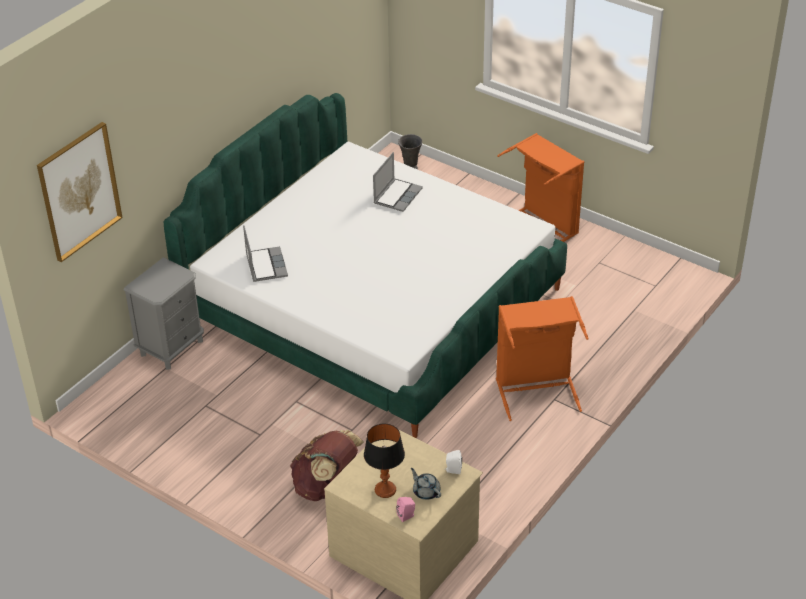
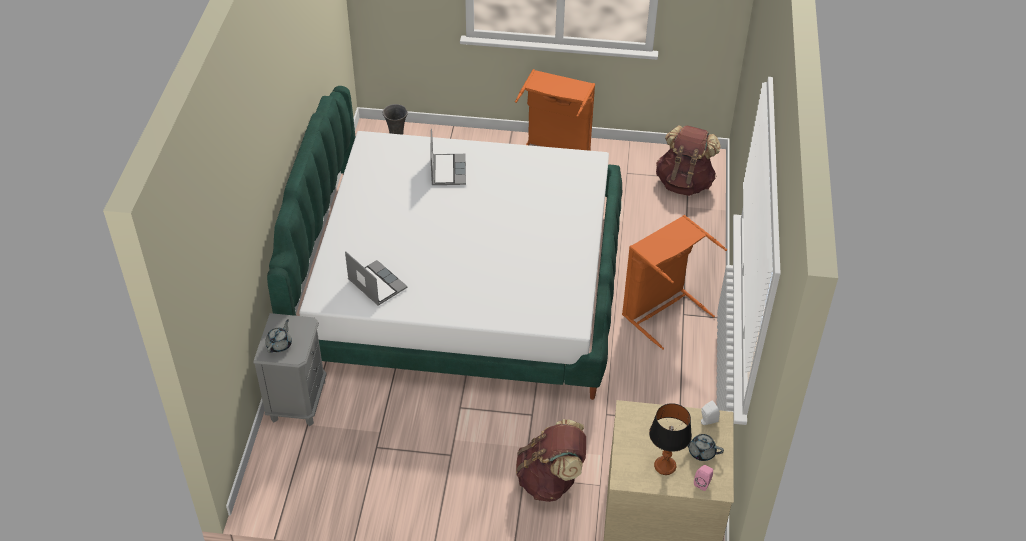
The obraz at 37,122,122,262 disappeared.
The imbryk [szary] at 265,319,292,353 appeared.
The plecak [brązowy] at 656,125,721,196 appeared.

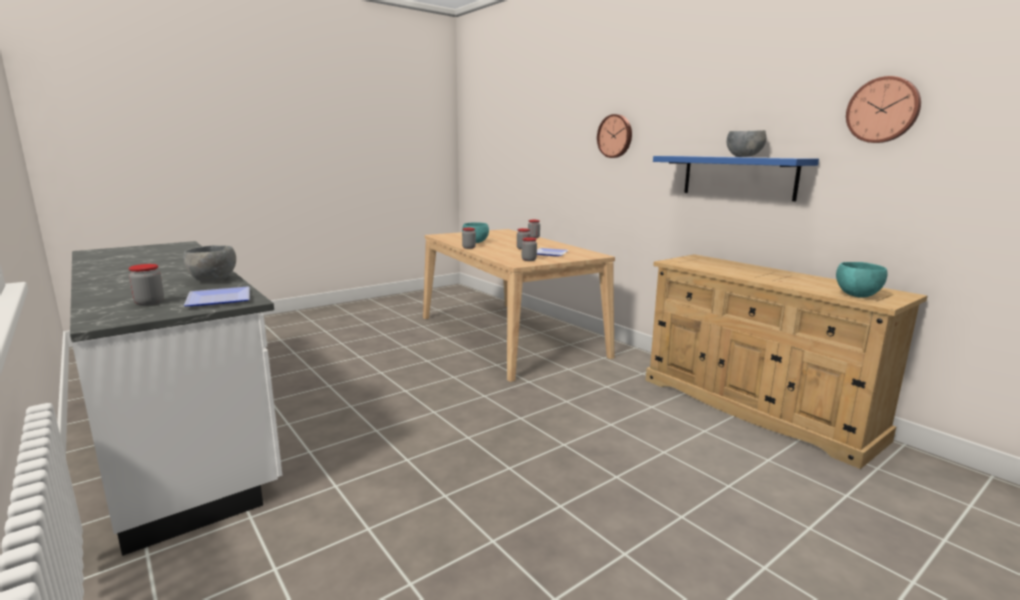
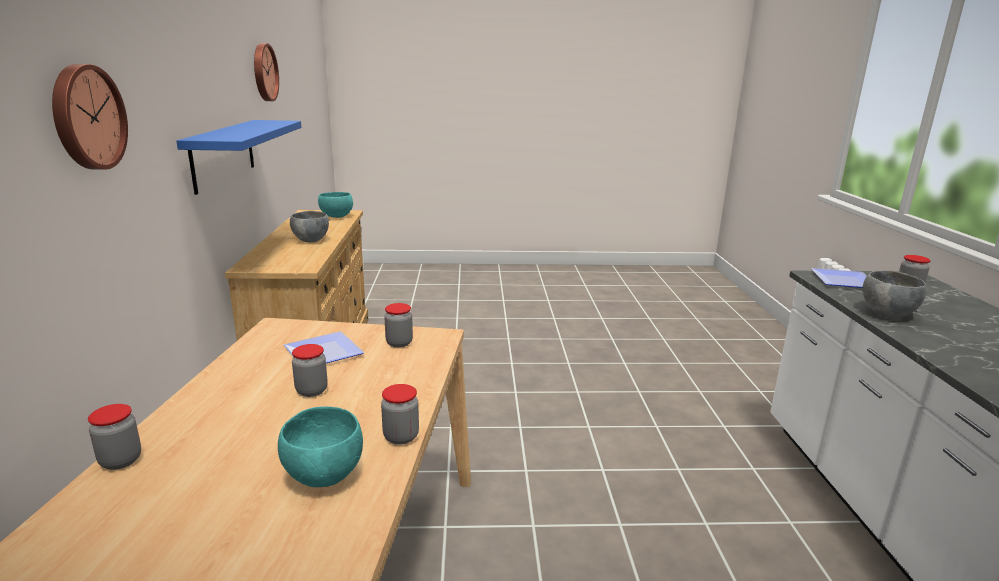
The miska [szary] moved from 727,130,766,157 to 290,211,329,243.

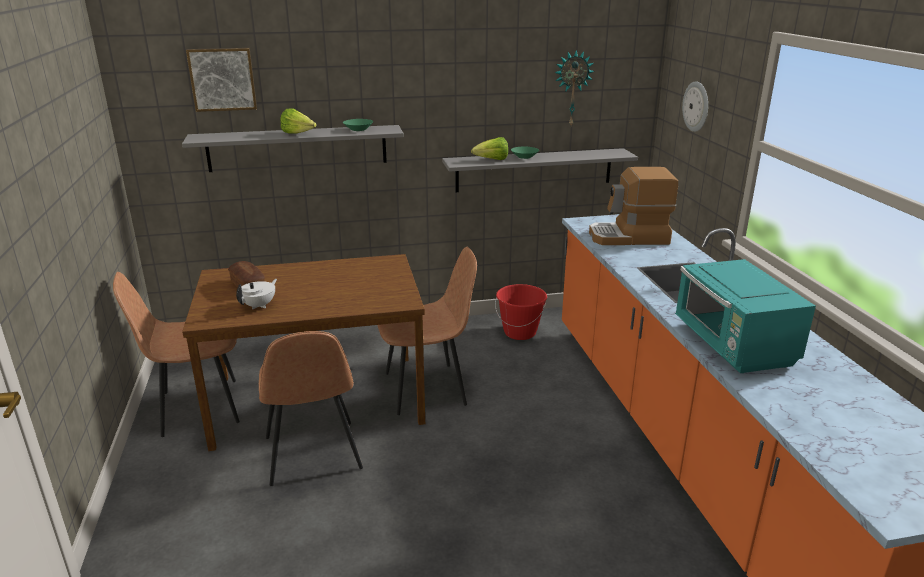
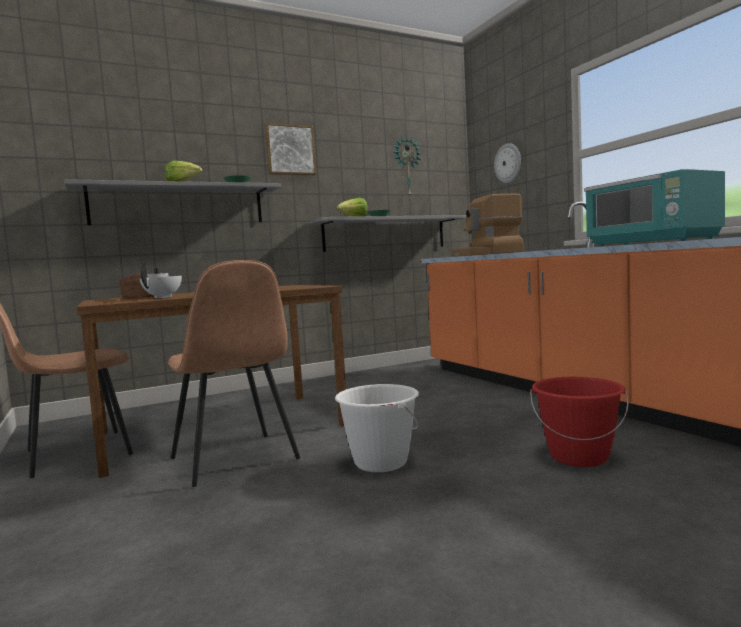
The krzesło [brązowy] at 378,247,477,415 disappeared.
The wiadro [biały] at 335,384,419,472 appeared.
The obraz moved from 186,48,257,112 to 265,123,316,175.
The wiadro [czerwony] moved from 495,284,547,340 to 530,377,628,467.

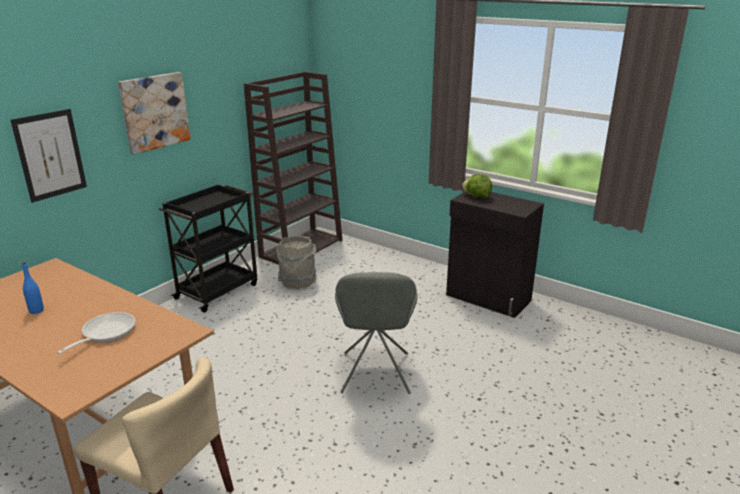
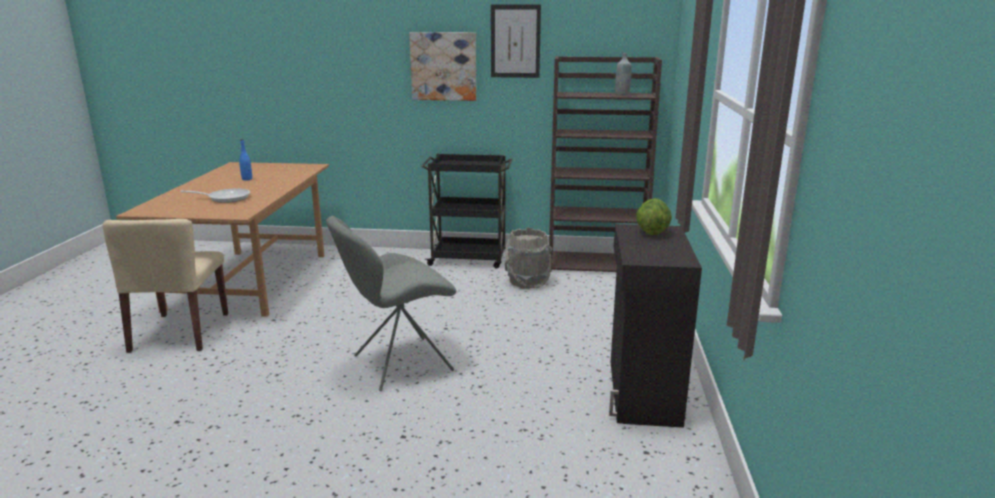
The butelka [szary] at 615,53,632,96 appeared.
The obraz moved from 11,109,87,203 to 491,4,541,78.

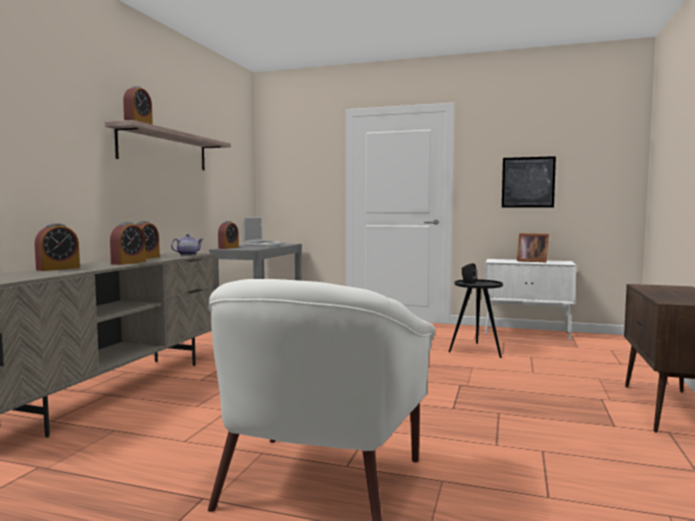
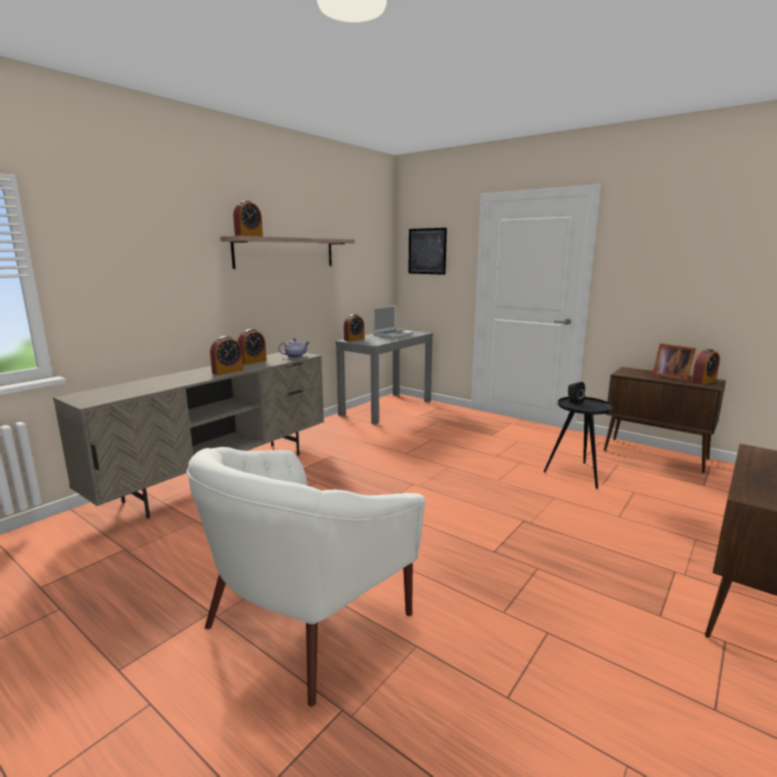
The budzik moved from 35,223,80,271 to 691,349,720,385.
The obraz moved from 502,156,556,208 to 408,228,447,275.
The szafka [biały] at 484,259,576,340 became the szafka [brązowy] at 604,367,726,473.

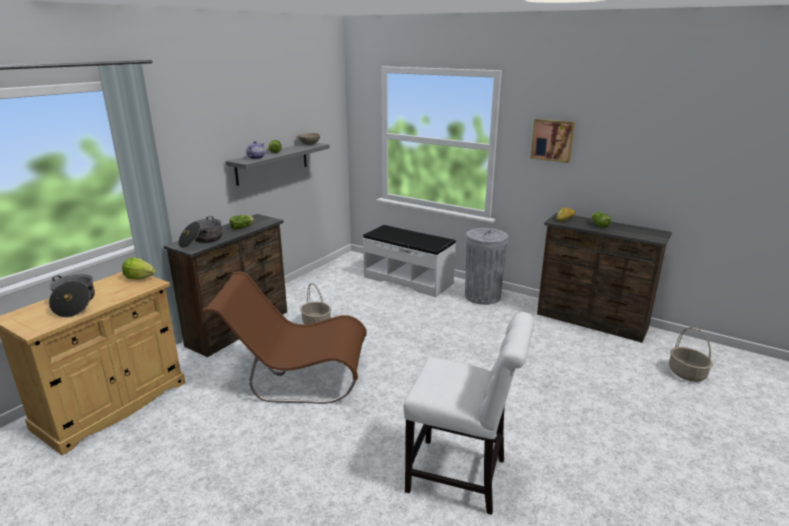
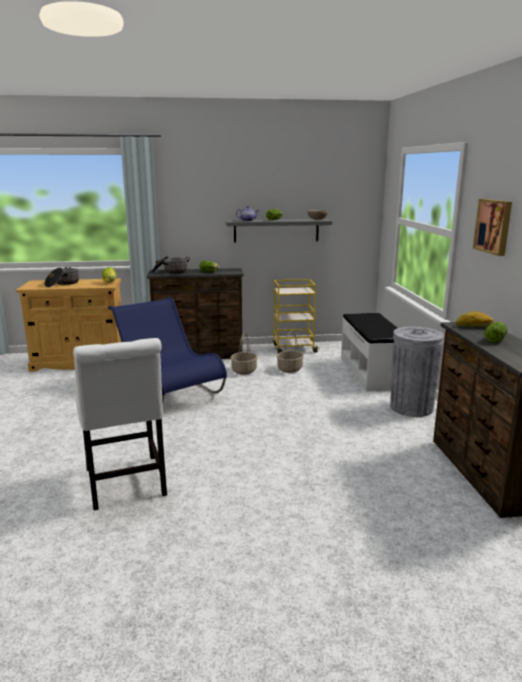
The wózek [żółty] at 273,279,320,353 appeared.
The koszyk moved from 669,327,713,382 to 277,331,304,373.
The krzesło [brązowy] at 203,272,367,404 became the krzesło [niebieski] at 108,297,227,405.

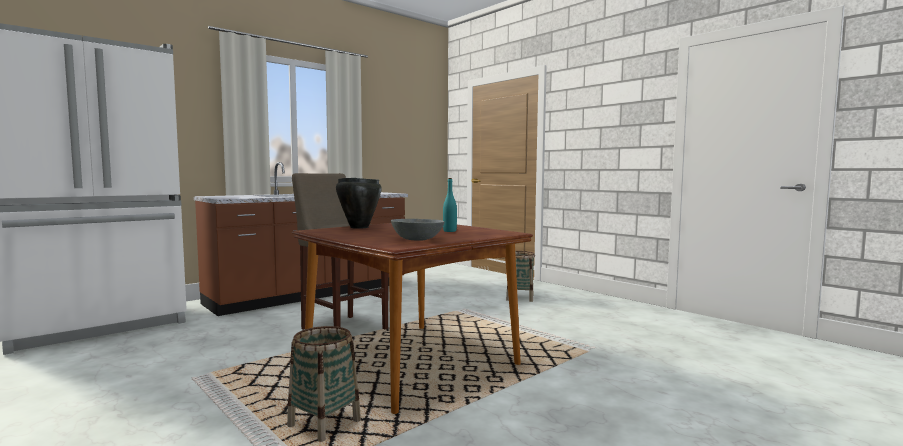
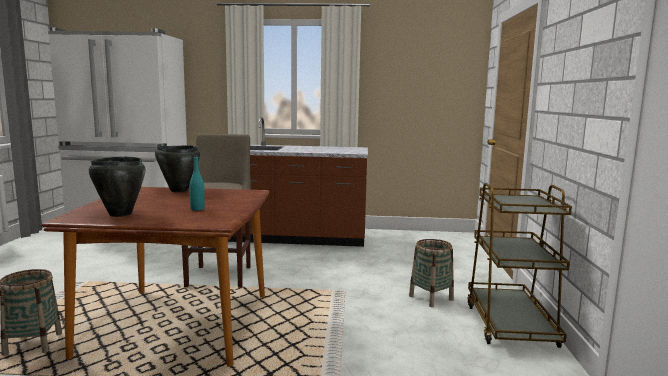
The wózek [brązowy] at 467,183,572,348 appeared.
The miska [szary] at 391,219,444,241 was replaced by the garnek [czarny] at 89,156,145,217.

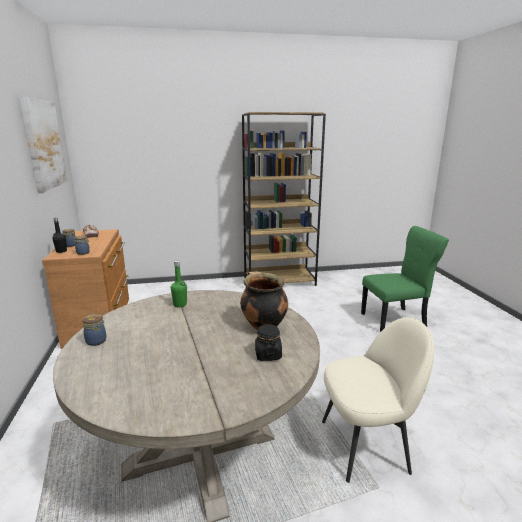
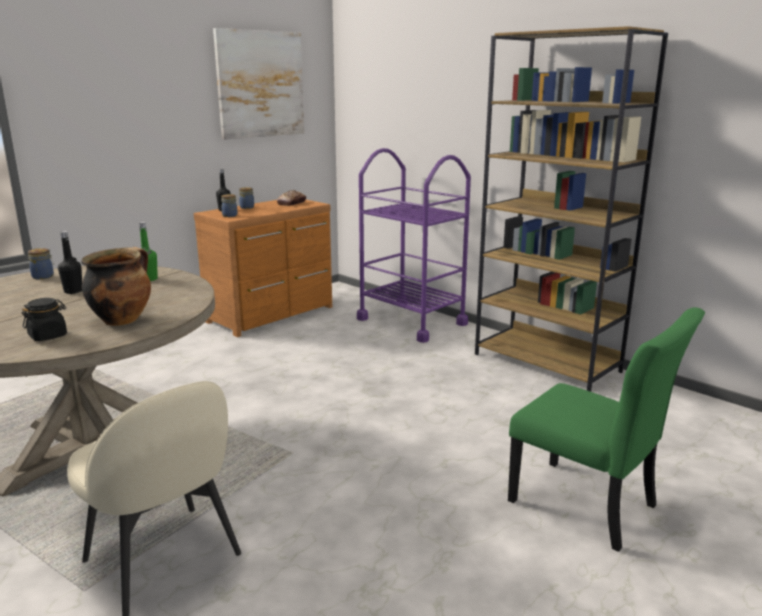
The butelka [czarny] at 58,231,82,294 appeared.
The wózek [fioletowy] at 357,148,471,343 appeared.

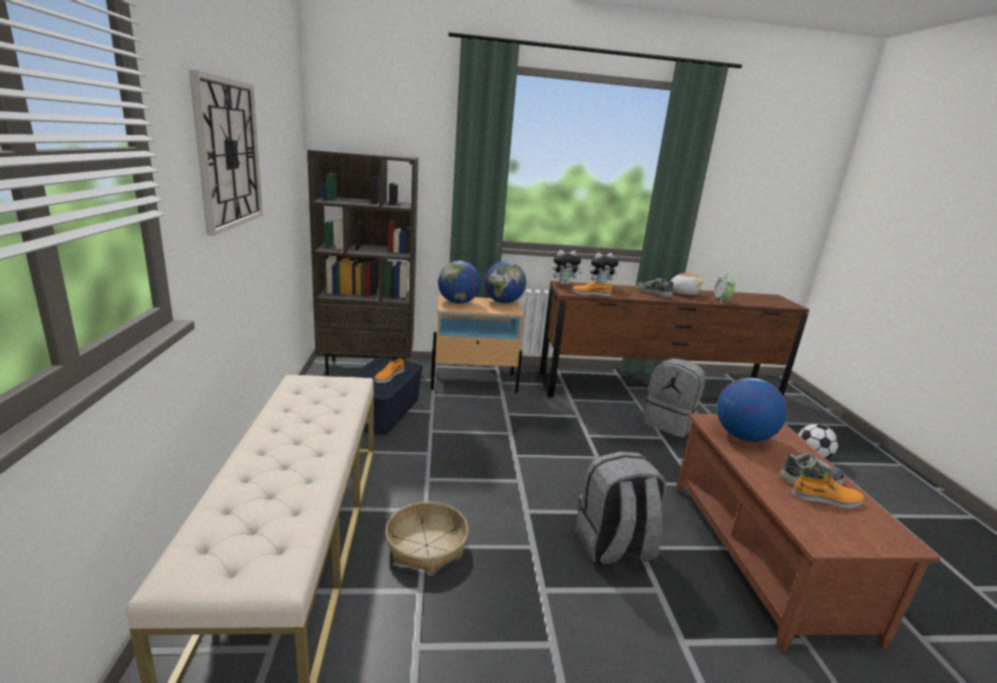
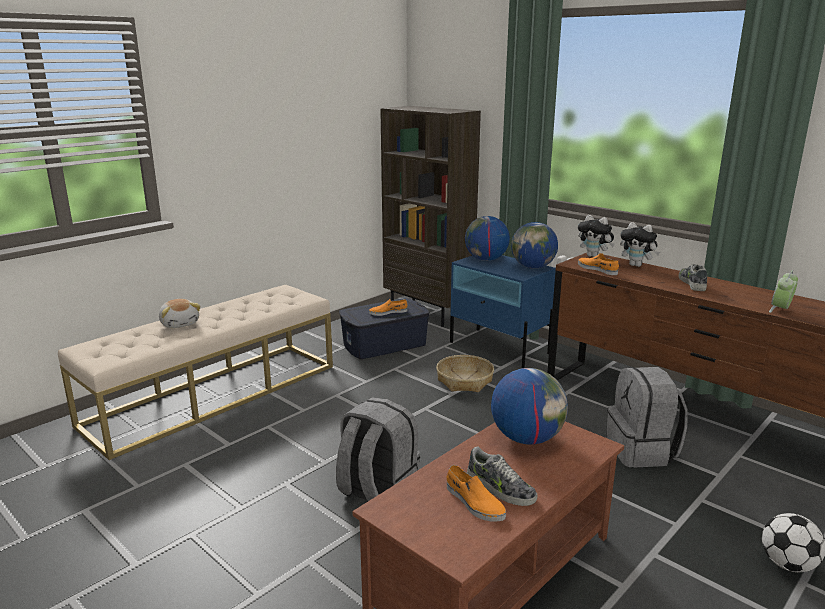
The zegar ścienny at 189,70,263,236 disappeared.
The koszyk moved from 385,502,468,573 to 436,355,494,392.
The pluszak moved from 671,273,704,295 to 159,299,201,328.
The szafka nocna [beżowy] at 431,295,523,393 became the szafka nocna [niebieski] at 450,255,556,368.

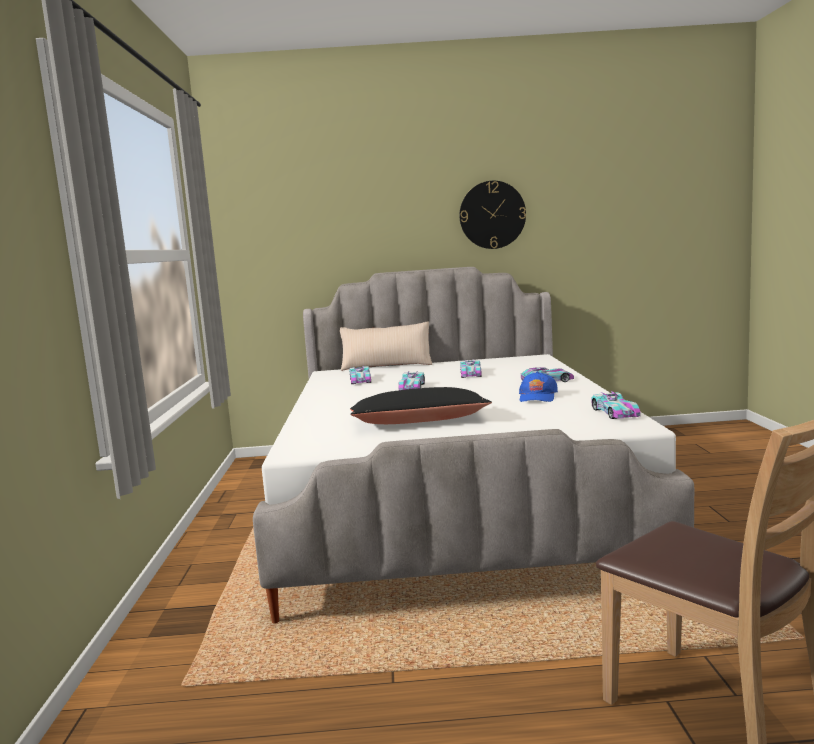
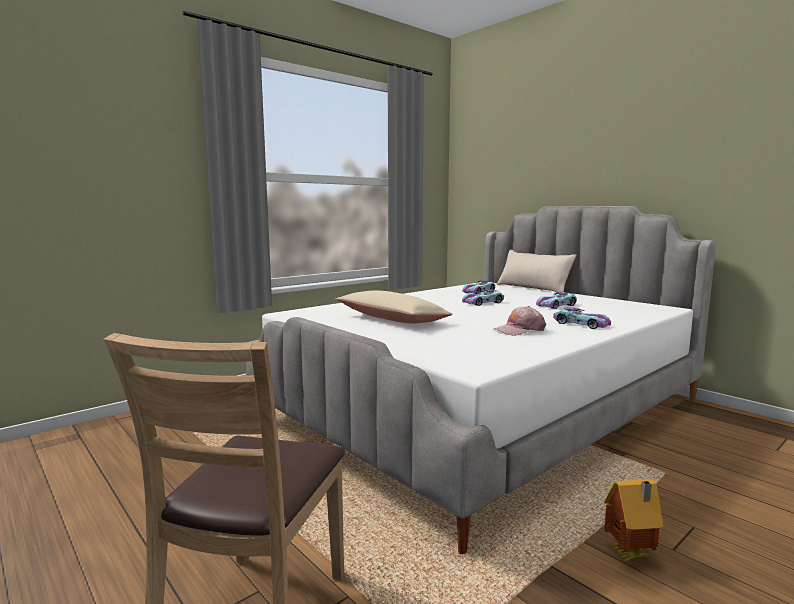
The zegar ścienny at 459,181,526,249 disappeared.
The samochodzik at 591,391,641,419 disappeared.
The domek at 604,479,663,562 appeared.
The poduszka [czarny] at 350,387,492,424 became the poduszka [beżowy] at 335,290,453,323.
The czapka z daszkiem [niebieski] at 519,372,558,402 became the czapka z daszkiem [różowy] at 494,306,546,336.

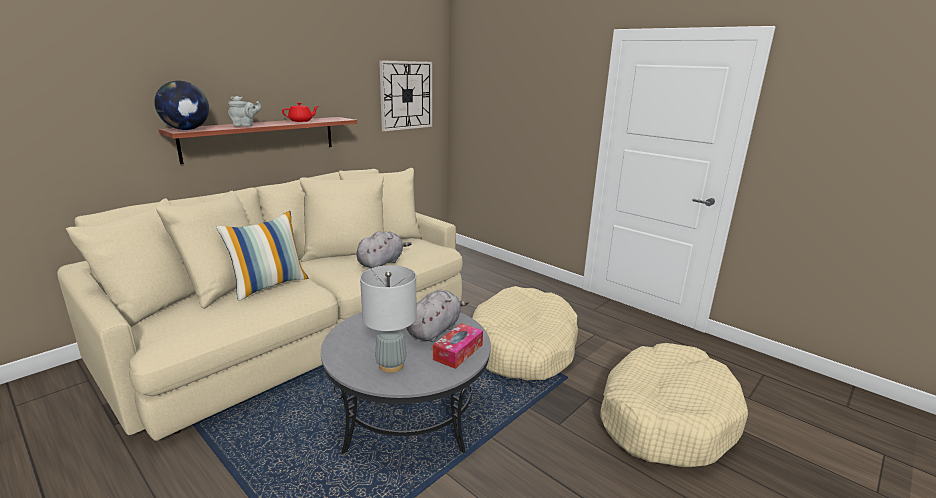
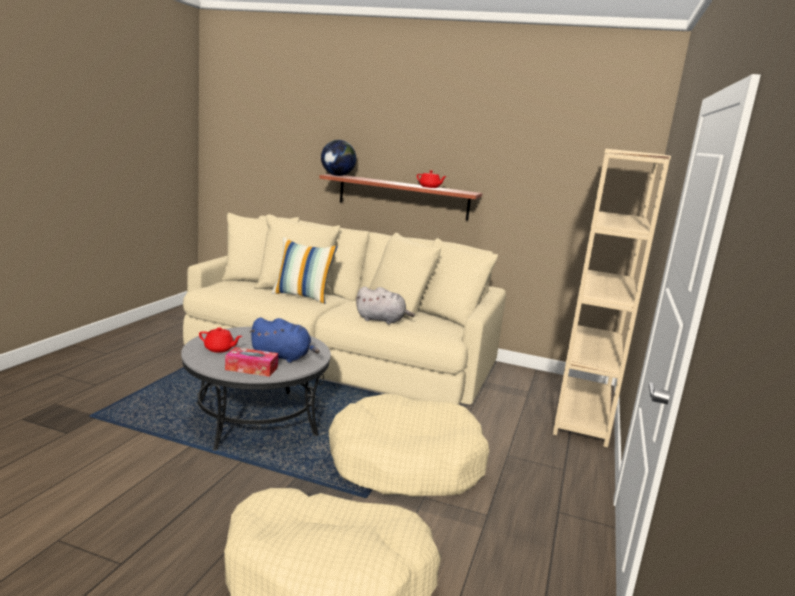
The imbryk [szary] at 228,96,261,126 disappeared.
The zegar ścienny at 379,60,432,131 disappeared.
The regał [beżowy] at 553,149,671,448 appeared.
The lampa stołowa [szary] at 360,265,417,373 was replaced by the imbryk [czerwony] at 199,327,242,353.
The pluszak [szary] at 406,290,469,342 became the pluszak [niebieski] at 249,318,320,363.

